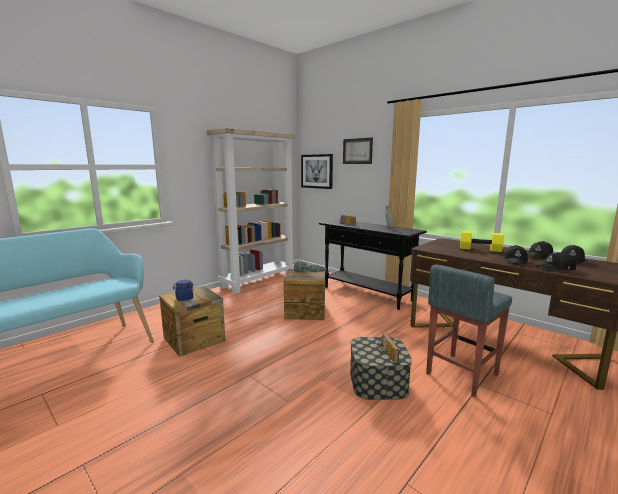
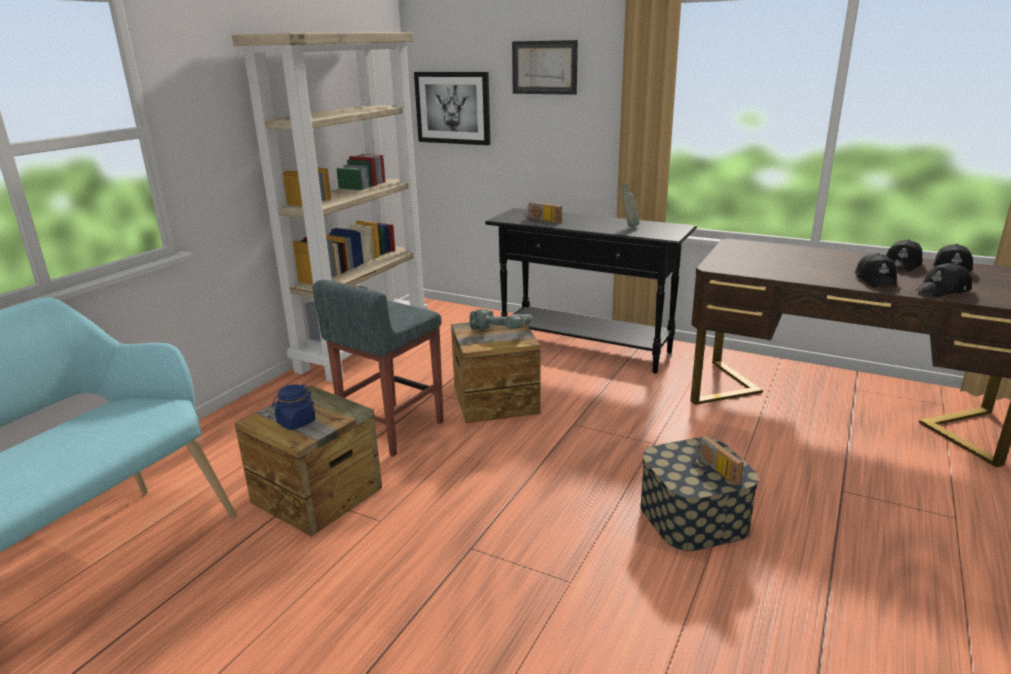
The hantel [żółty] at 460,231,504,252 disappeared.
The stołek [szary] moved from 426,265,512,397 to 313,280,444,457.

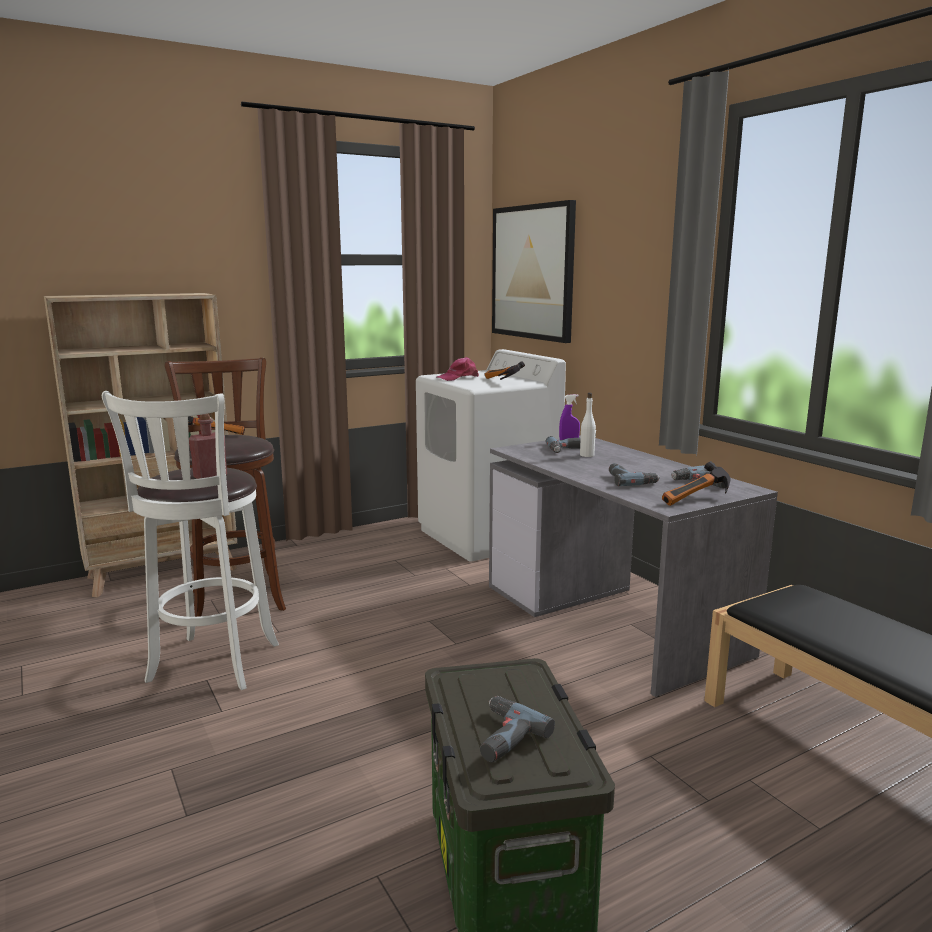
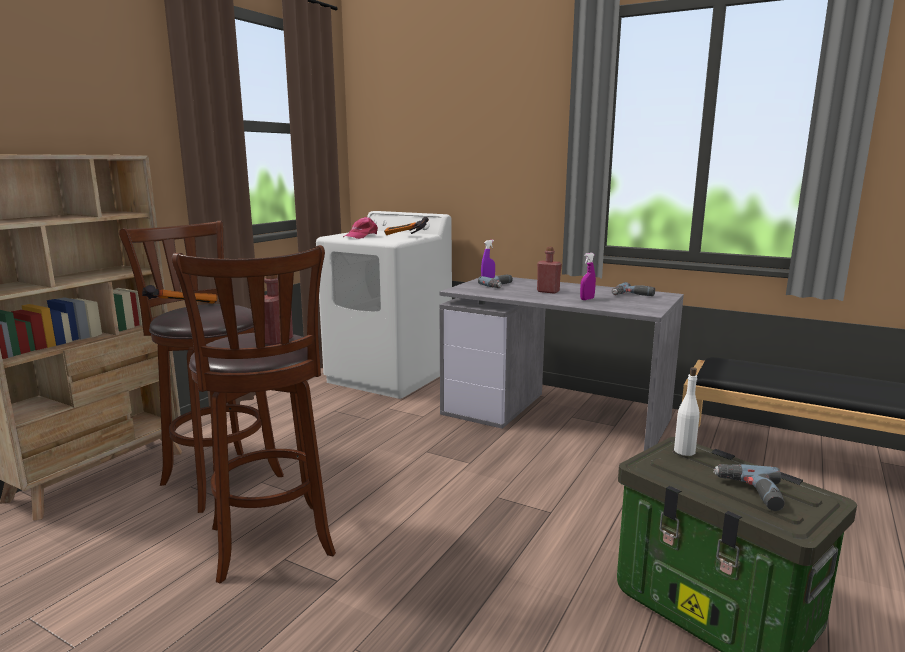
The obraz at 492,200,576,343 disappeared.
The młotek at 662,461,731,506 disappeared.
The butelka [czerwony] at 537,247,562,294 appeared.
The butelka [biały] moved from 580,393,596,457 to 674,367,700,456.
The wiertarka at 609,463,660,486 was replaced by the spryskiwacz [fioletowy] at 580,253,596,300.
The stołek [biały] at 102,391,279,690 became the stołek [brązowy] at 172,245,336,583.

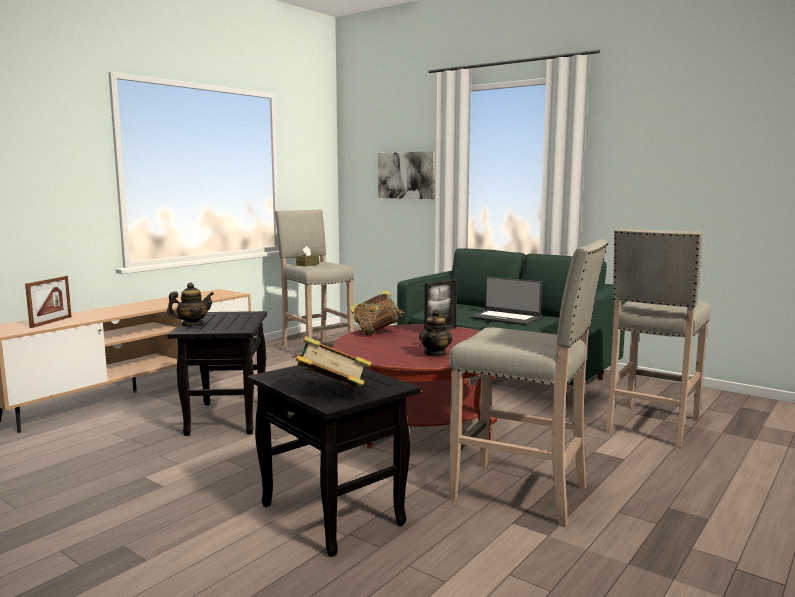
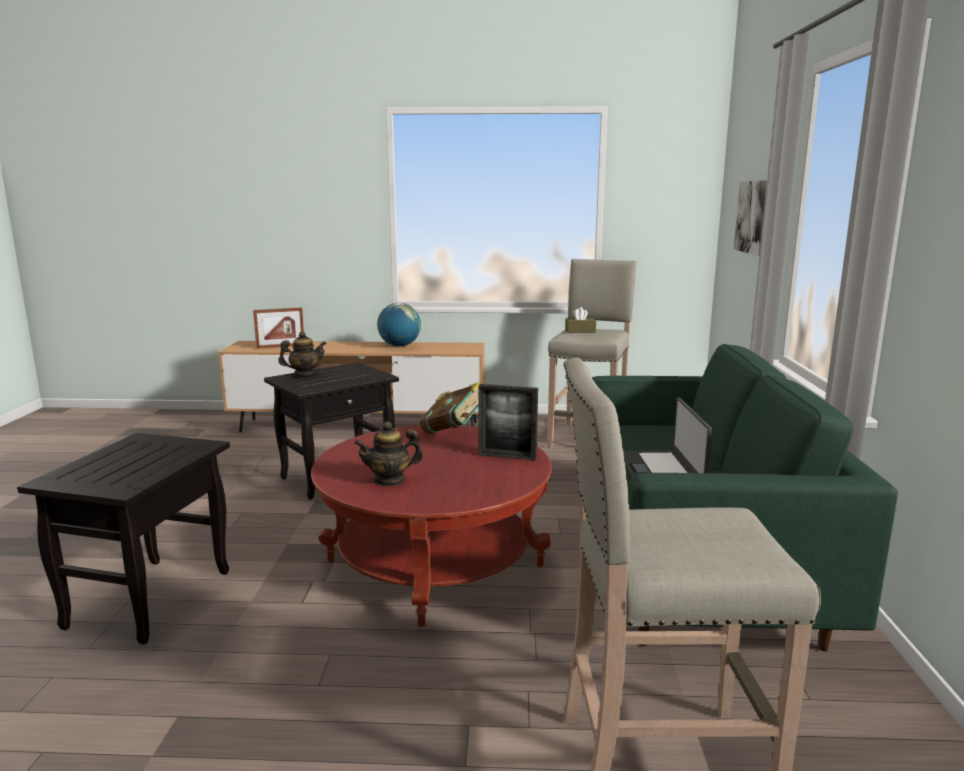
The książka at 292,336,372,387 disappeared.
The stołek [beżowy] at 449,239,608,527 disappeared.
The globus at 377,303,421,347 appeared.
The imbryk at 167,282,214,326 turned 45 degrees counterclockwise.

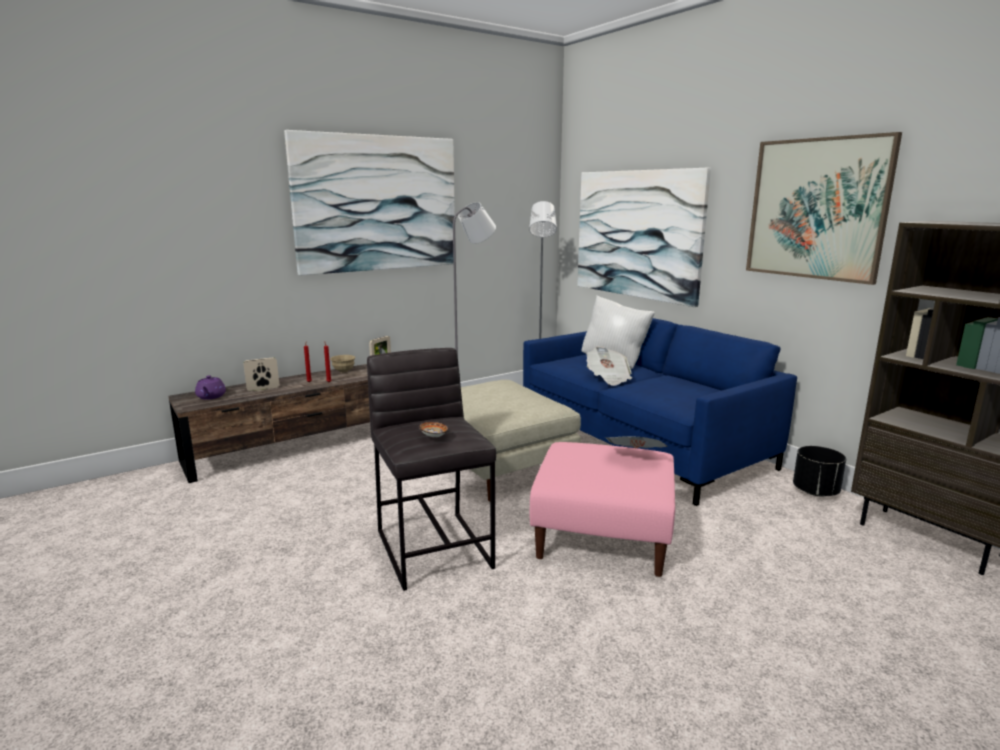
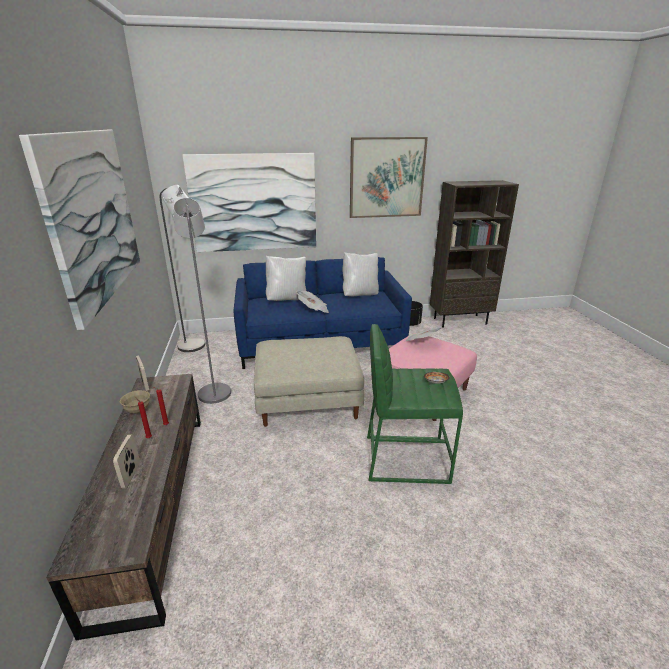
The imbryk [fioletowy] at 195,375,226,400 disappeared.
The poduszka [biały] at 343,253,379,296 appeared.
The stołek [szary] at 367,348,496,591 became the stołek [zielony] at 367,324,463,484.

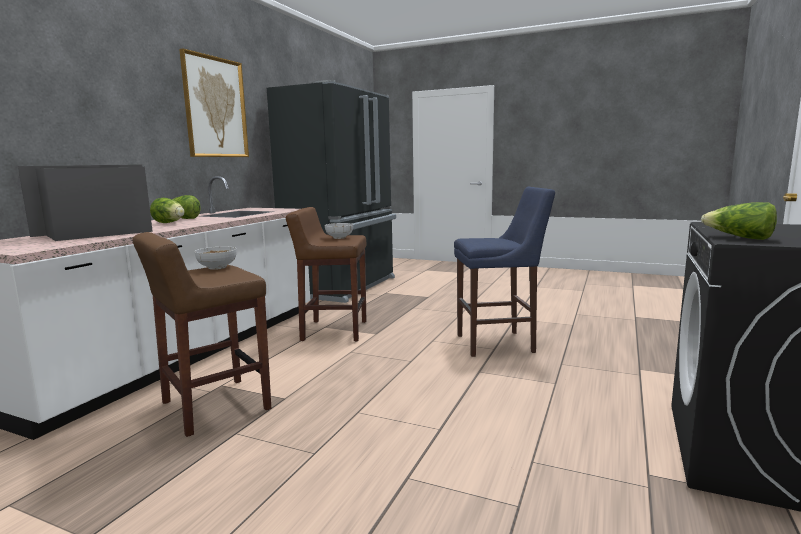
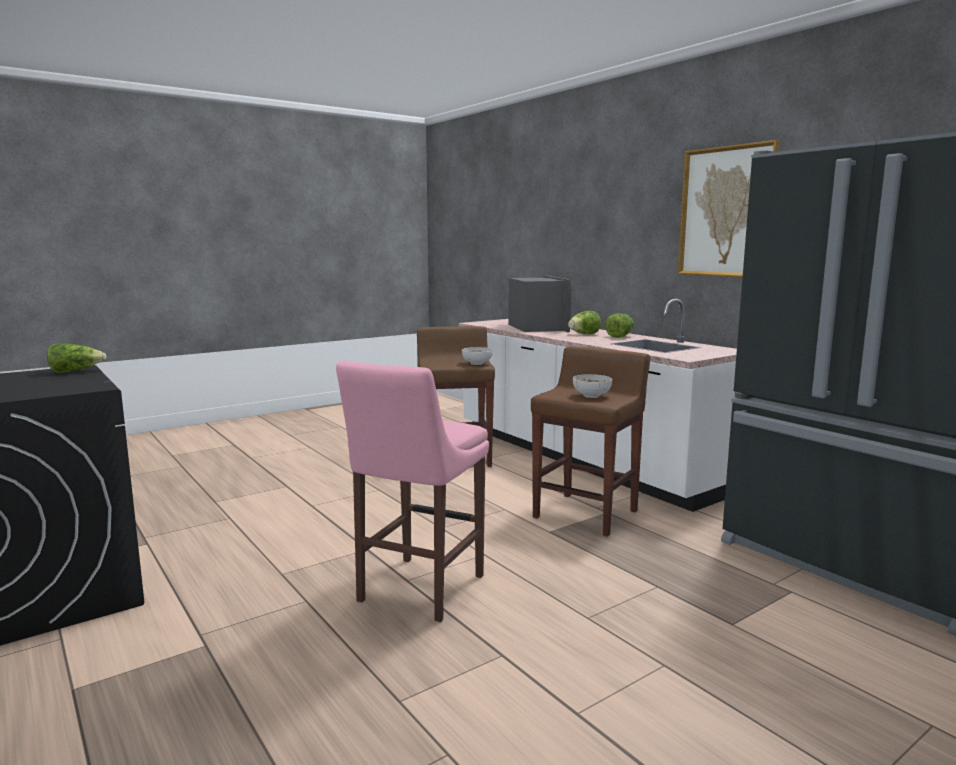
The stołek [niebieski] at 454,187,555,357 became the stołek [różowy] at 336,361,489,622.

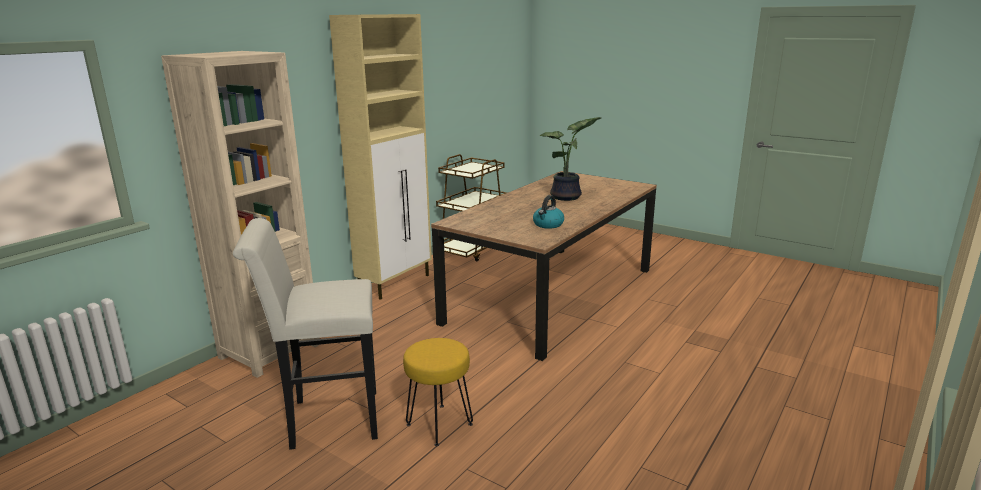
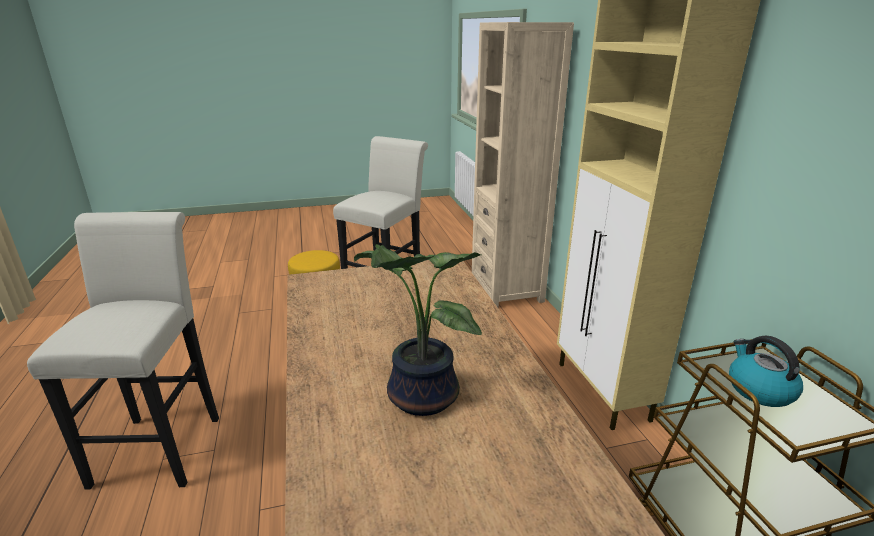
The stołek [biały] at 27,212,219,490 appeared.
The czajnik moved from 533,195,564,229 to 729,335,803,407.

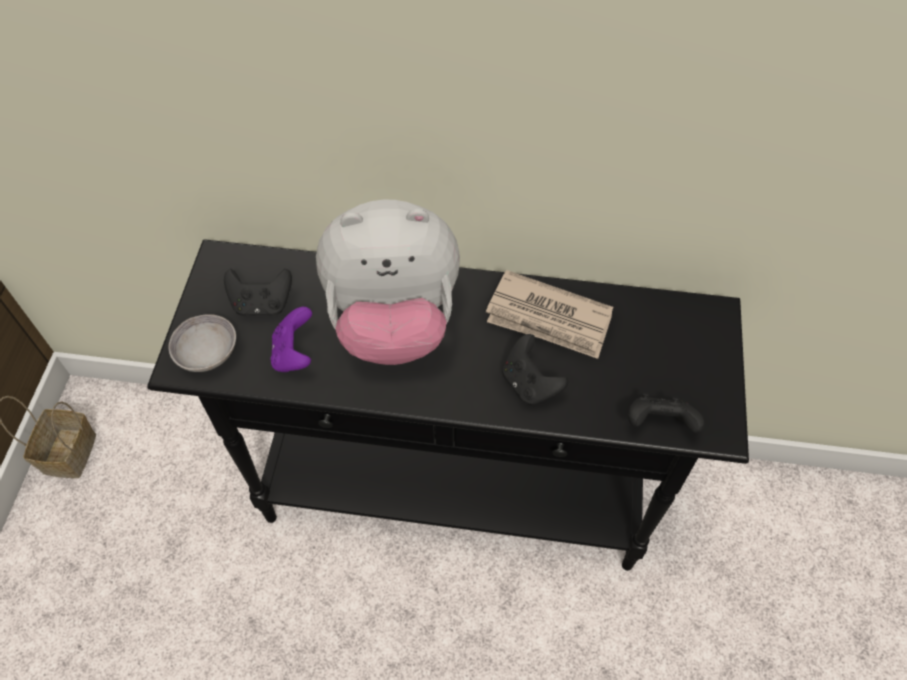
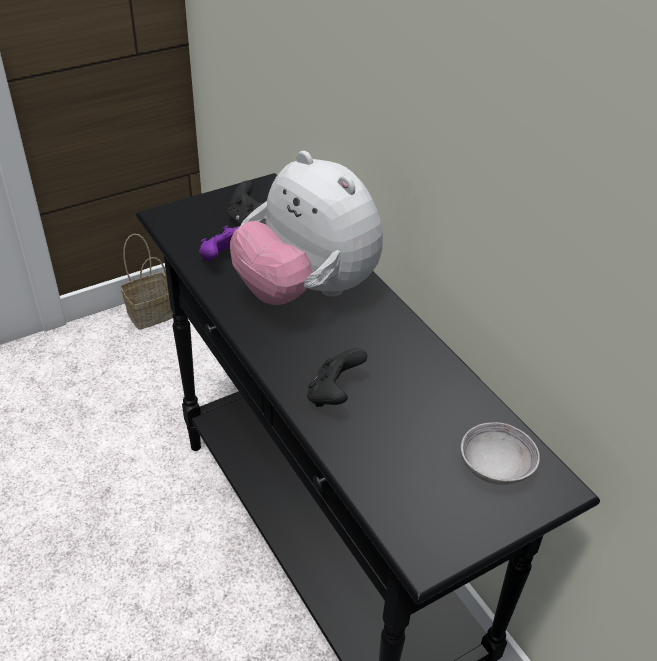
The gazeta at 486,270,613,359 disappeared.
The pad do gier [czarny] at 628,393,704,433 disappeared.
The miska [szary] moved from 168,314,236,372 to 461,422,540,485.

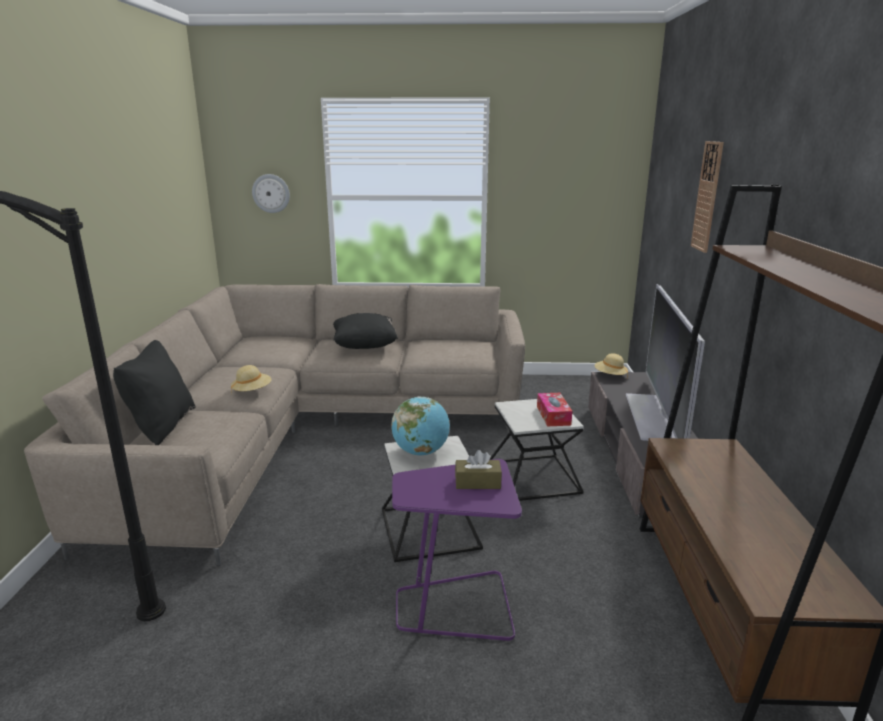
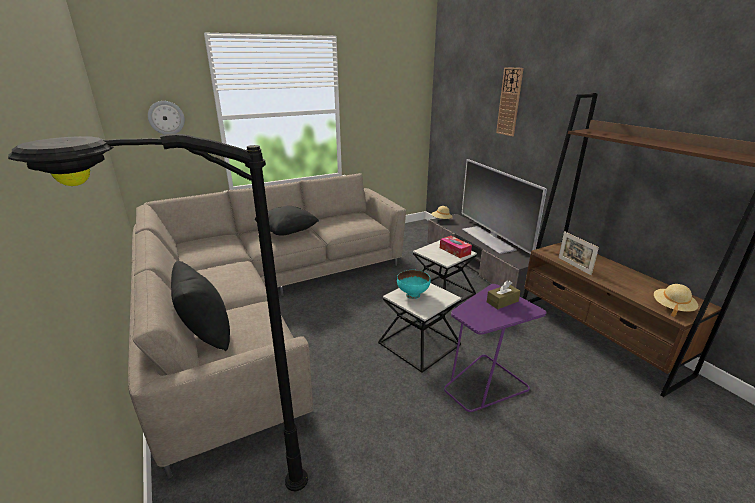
The ramka na zdjęcie at 558,231,599,275 appeared.
The kapelusz [beżowy] moved from 231,365,272,392 to 654,284,698,317.
The globus at 391,396,450,456 was replaced by the miska [turkusowy] at 397,270,431,299.

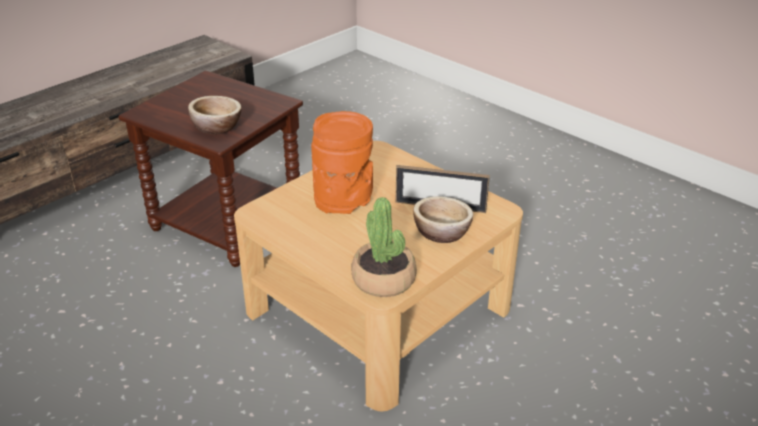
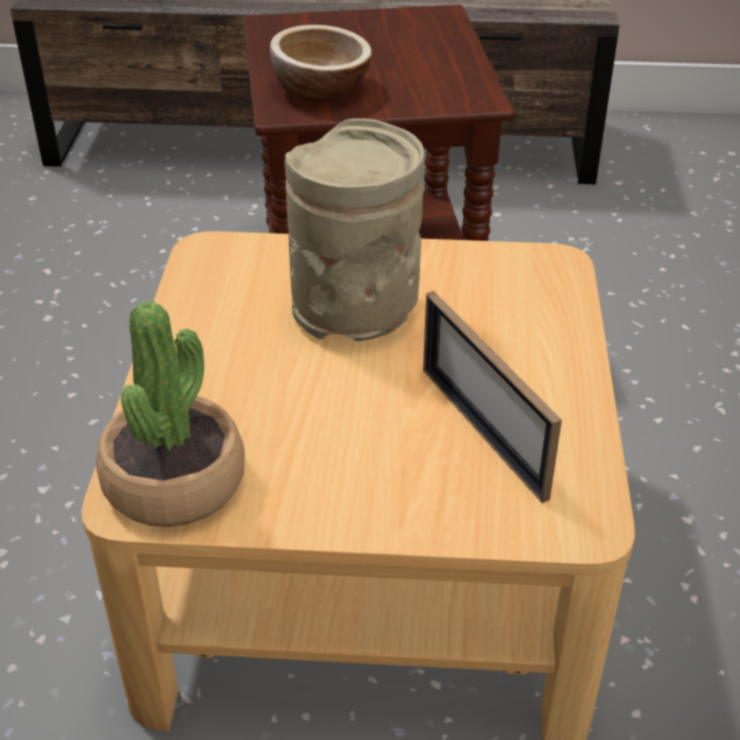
The miska at 413,197,473,243 disappeared.
The wazon [pomarańczowy] at 311,111,373,214 became the wazon [beżowy] at 284,118,424,341.

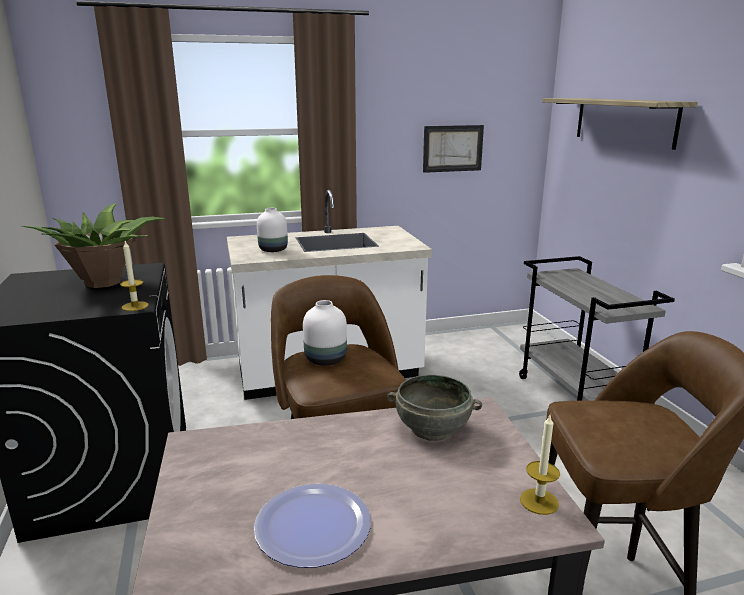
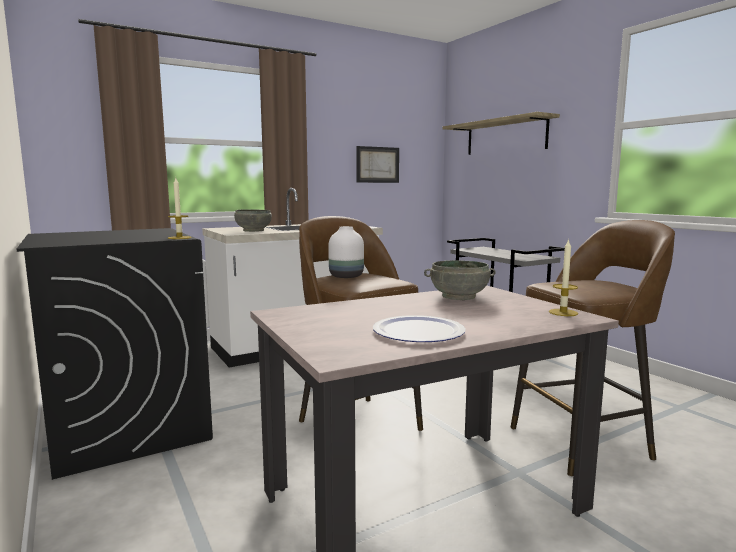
The roślina doniczkowa at 22,203,164,288 disappeared.
The wazon [biały] at 257,208,288,252 was replaced by the miska [szary] at 234,209,272,232.

